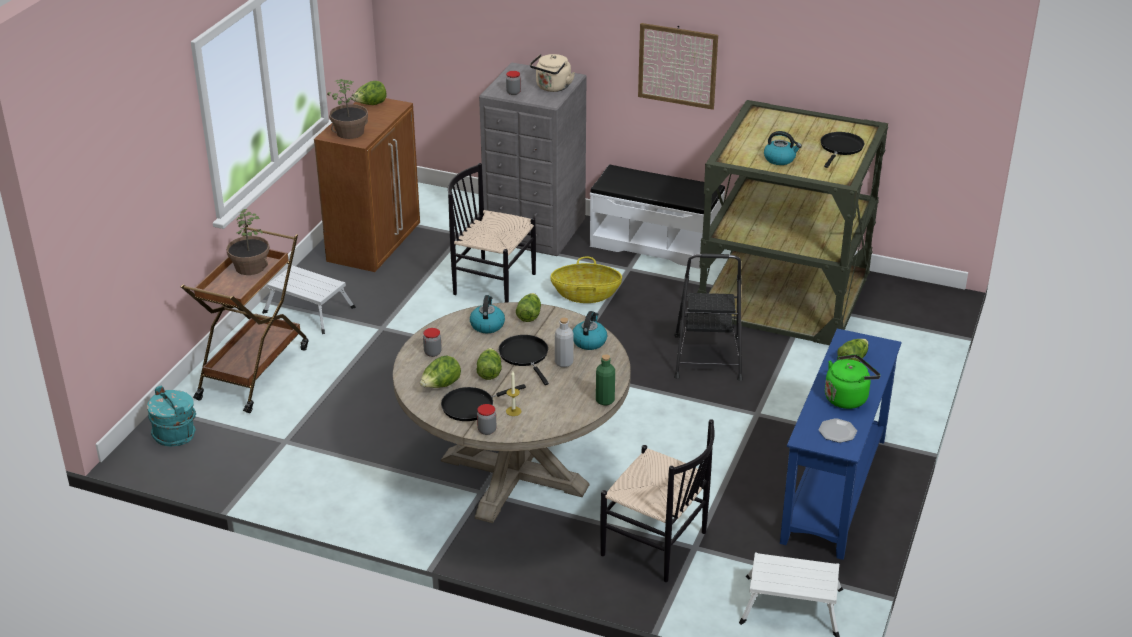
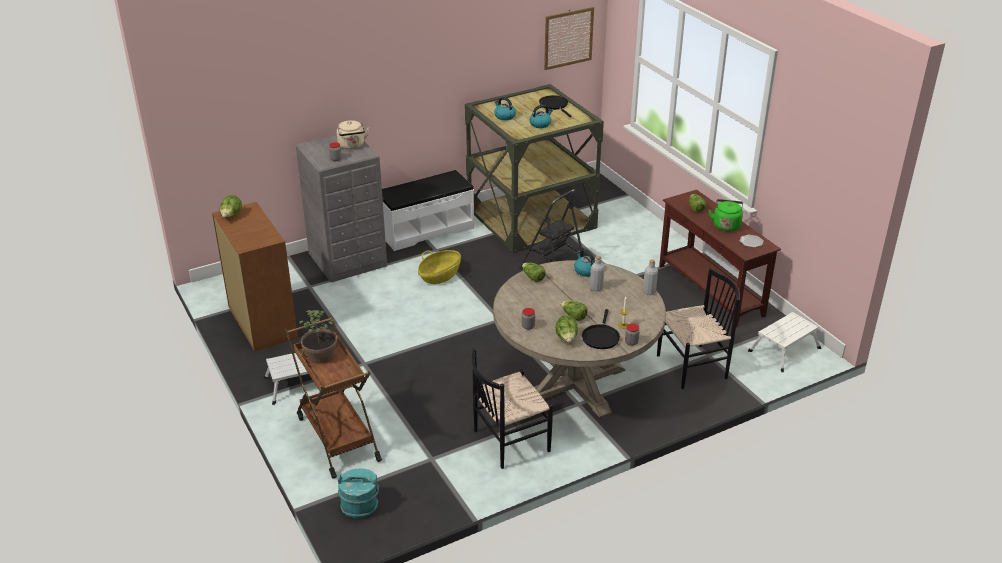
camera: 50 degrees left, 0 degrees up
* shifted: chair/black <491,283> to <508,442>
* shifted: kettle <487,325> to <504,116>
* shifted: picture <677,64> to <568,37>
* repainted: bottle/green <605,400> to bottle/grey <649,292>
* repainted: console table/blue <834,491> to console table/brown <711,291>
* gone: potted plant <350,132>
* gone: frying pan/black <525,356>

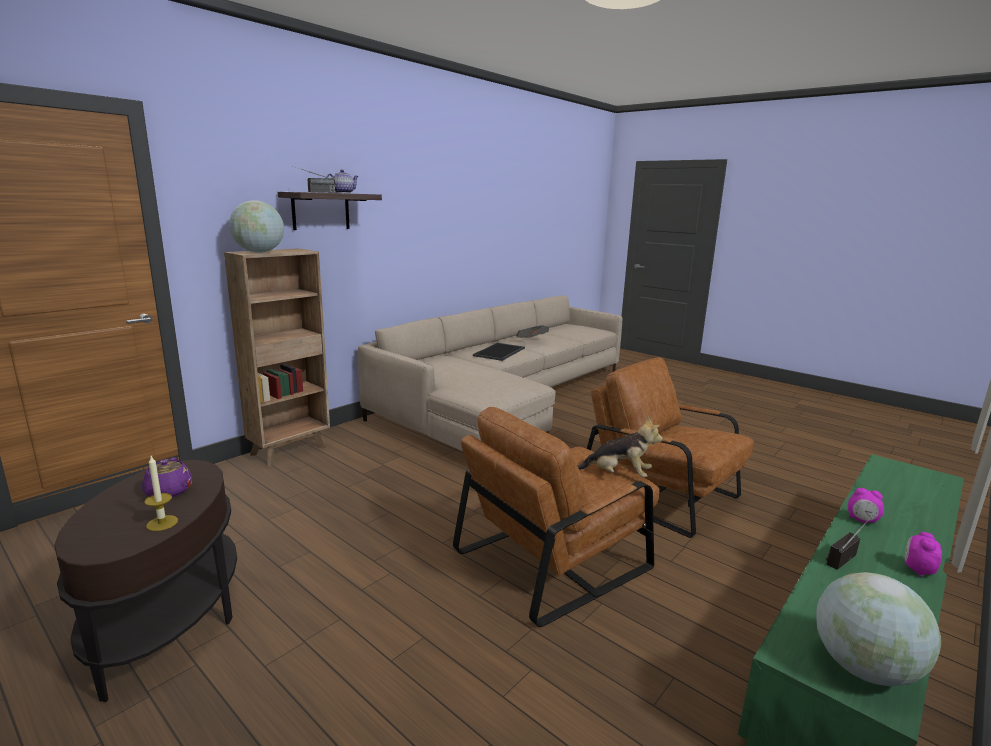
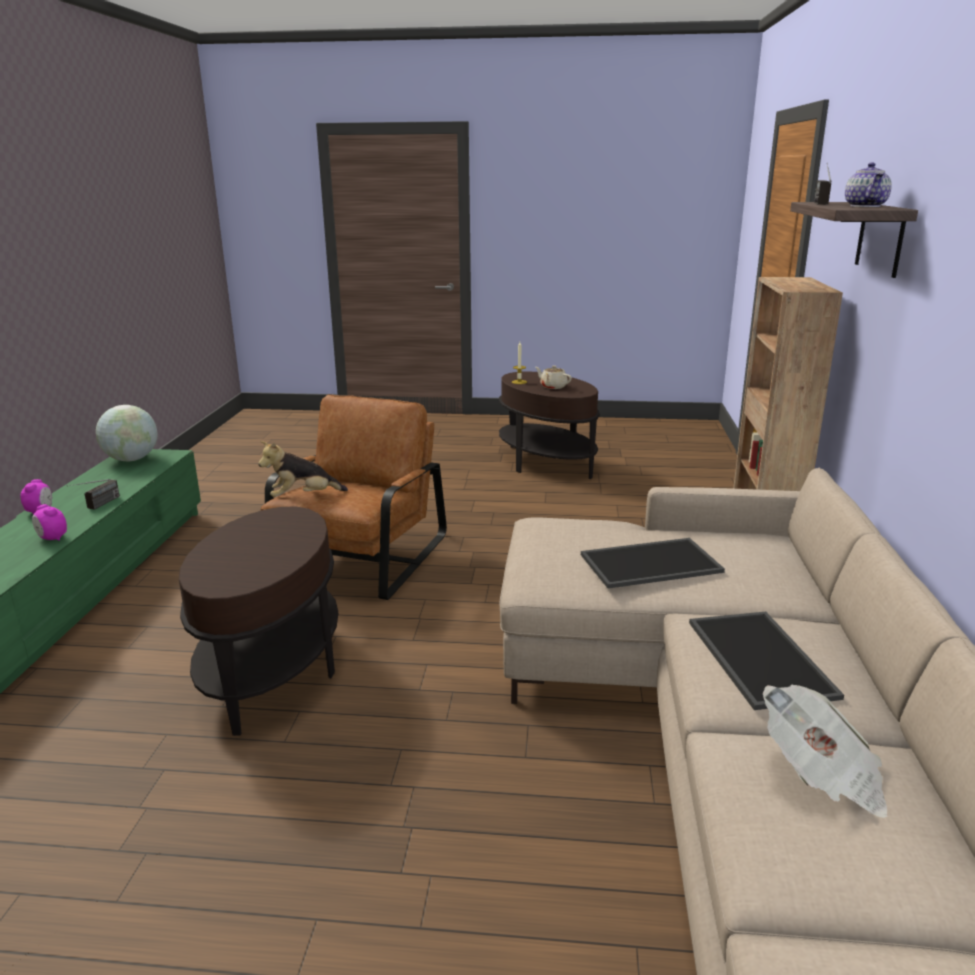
camera: 145 degrees right, 5 degrees up
* rotated: alarm clock <862,520> = <52,538> 135 degrees counterclockwise
* swapped: armchair/brown <662,493> to side table/brown <273,671>
* repainted: teapot/purple <168,492> to teapot/beige <553,386>
* new: tray <651,562>
* gone: globe <259,252>

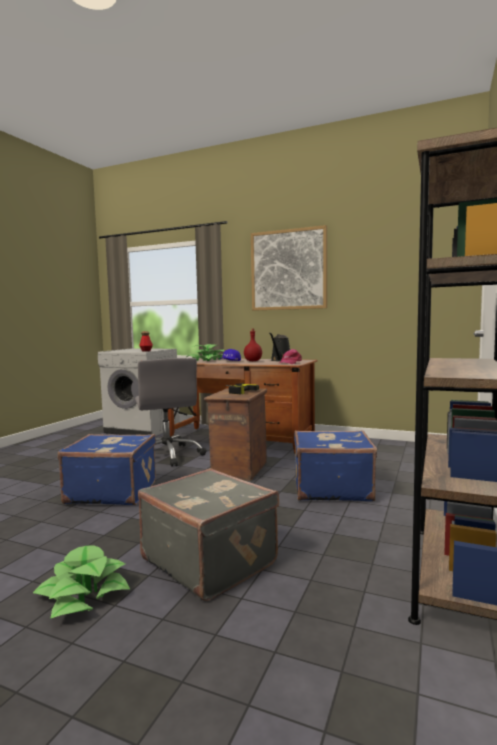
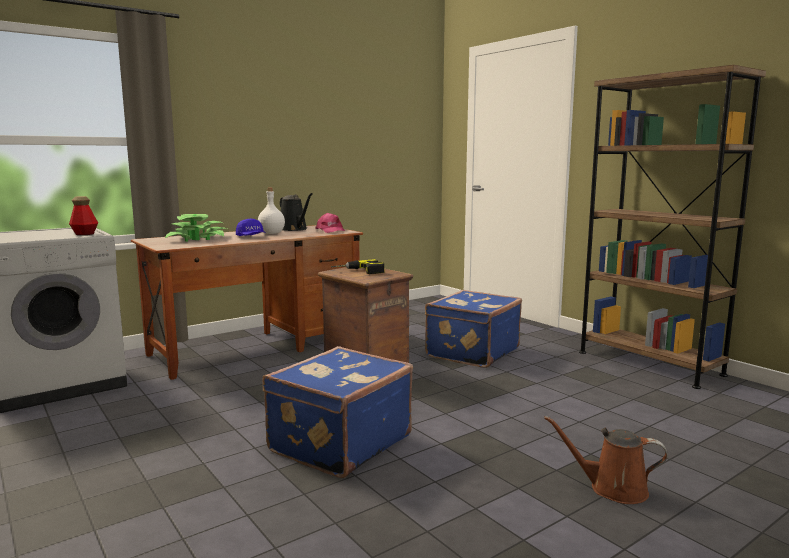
camera: 60 degrees left, 5 degrees up
* repainted: bottle/red <253,361> to bottle/white <272,233>
* swapped: potted plant <83,594> to watering can/brown <612,489>
* gone: office chair/grey <167,455>
* gone: suitcase/grey <210,560>
* gone: picture <288,270>

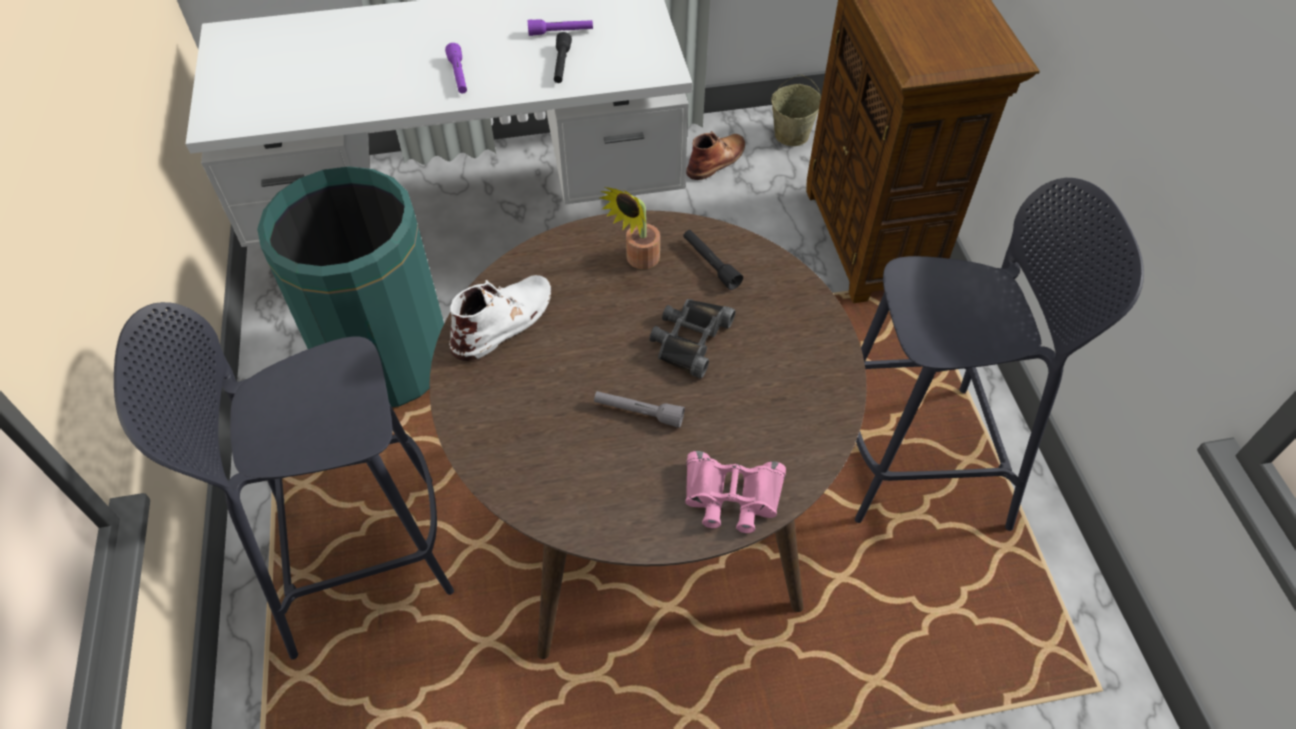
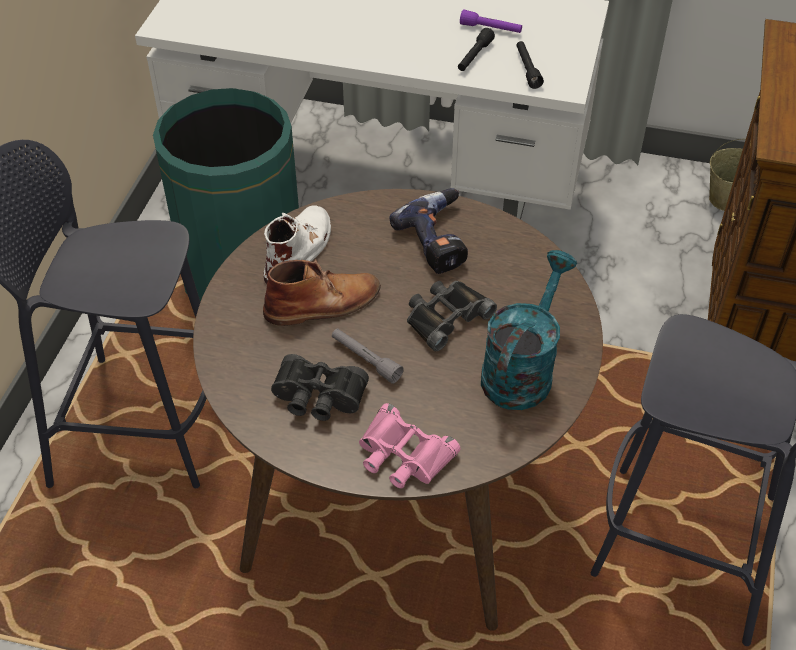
camera: 25 degrees right, 5 degrees down
* shifted: boot/brown <717,160> to <324,303>
* rotated: boot/white <504,321> = <299,250> 45 degrees counterclockwise
* new: binoculars/black <318,399>
* swapped: potted plant <638,261> to power drill <441,239>
* new: watering can/turquoise <521,369>
* shifted: flashlight/black <710,264> to <527,69>
* gone: flashlight/purple <459,75>

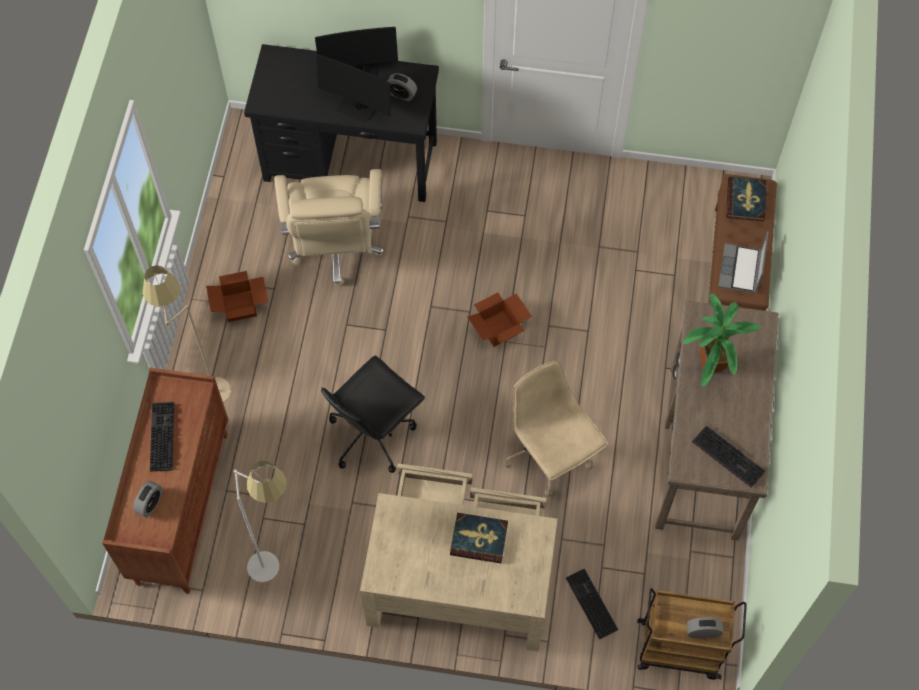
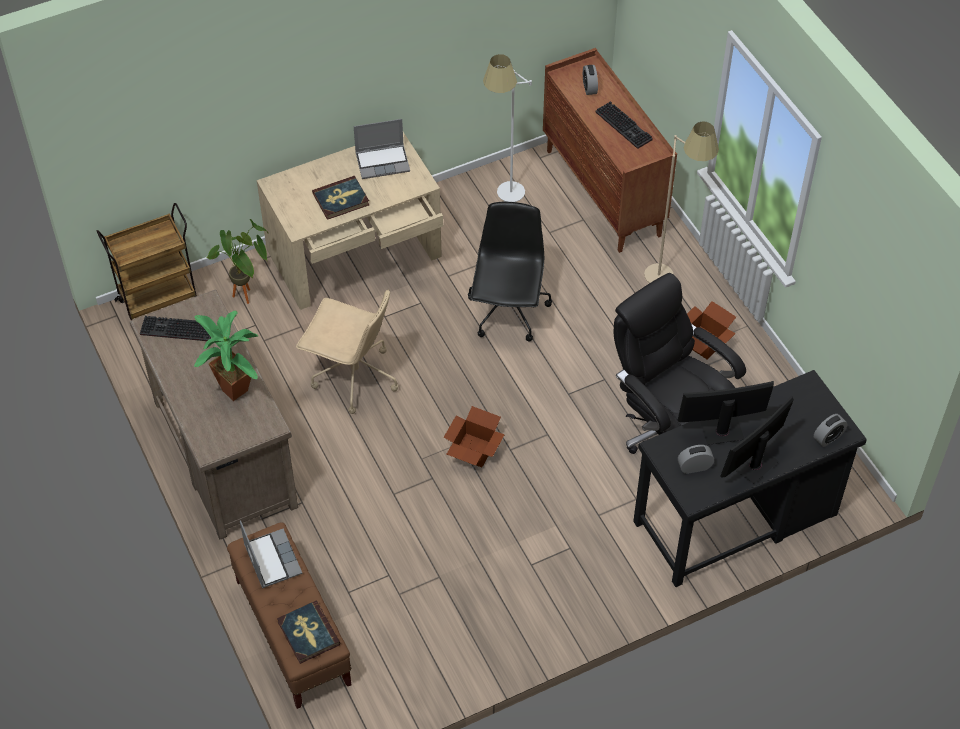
camera: 145 degrees right, 10 degrees down
* swapped: keyboard <589,603> to potted plant <248,297>
* new: laptop <383,162>
* repainted: office chair/beige <336,253> to office chair/black <668,430>
* shifted: alarm clock <703,632> to <828,437>

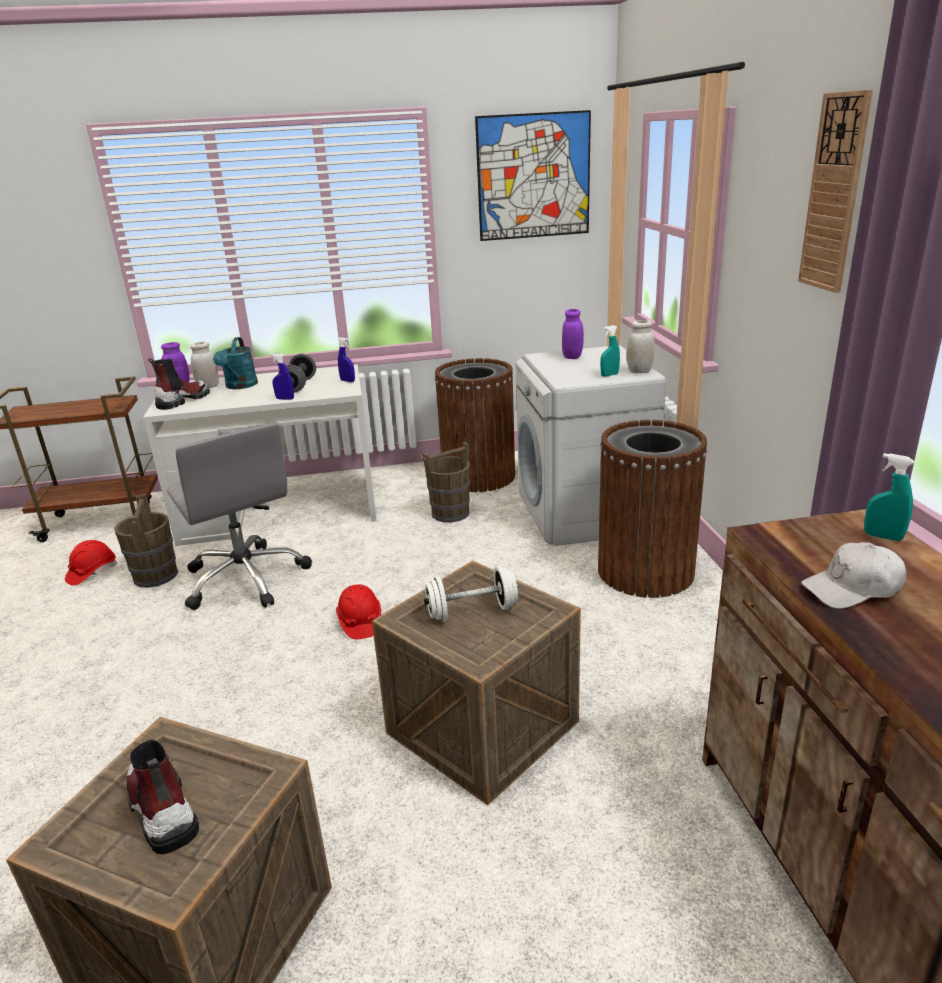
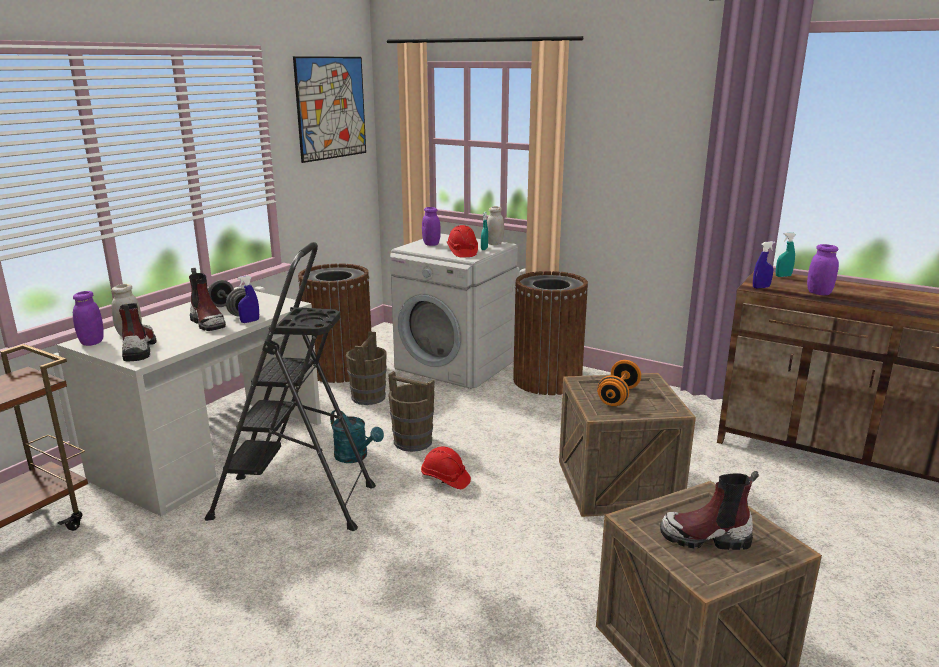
camera: 50 degrees left, 5 degrees down
* new: boot <208,323>
* swapped: office chair/grey <246,579> to step ladder <295,501>
* shifted: watering can/turquoise <240,386> to <355,457>
* shifted: bucket/brown <156,575> to <412,441>
* shifted: hard hat/red <92,572> to <462,252>
* repainted: dumbbell/white <472,611> to dumbbell/orange <618,396>
* shifted: spray bottle/blue <347,381> to <761,287>
* swapped: cap/white <853,589> to jar/purple <819,293>
* gone: wall clock <834,194>

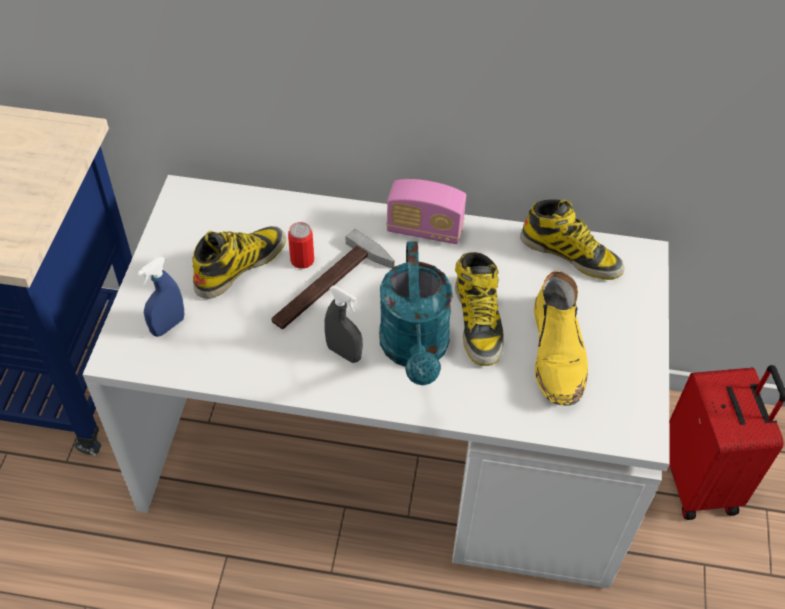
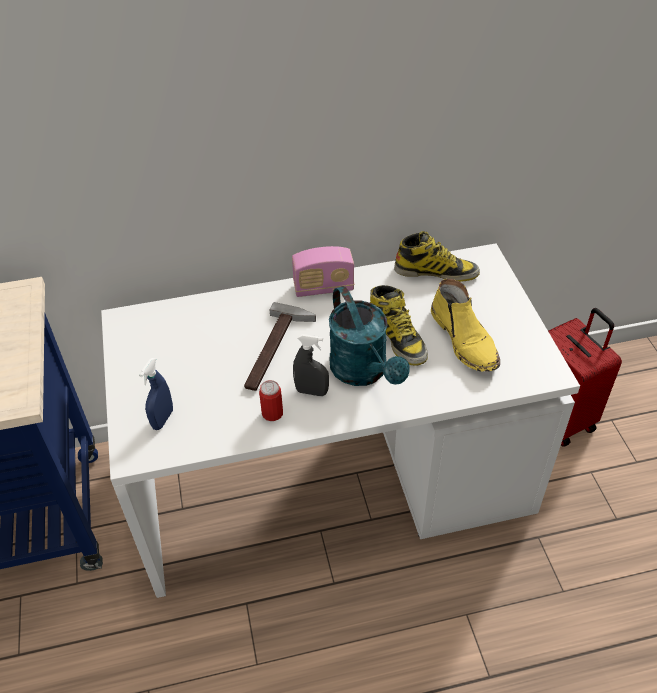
camera: 20 degrees left, 5 degrees down
* shifted: can <302,260> to <272,413>
* gone: boot <240,265>

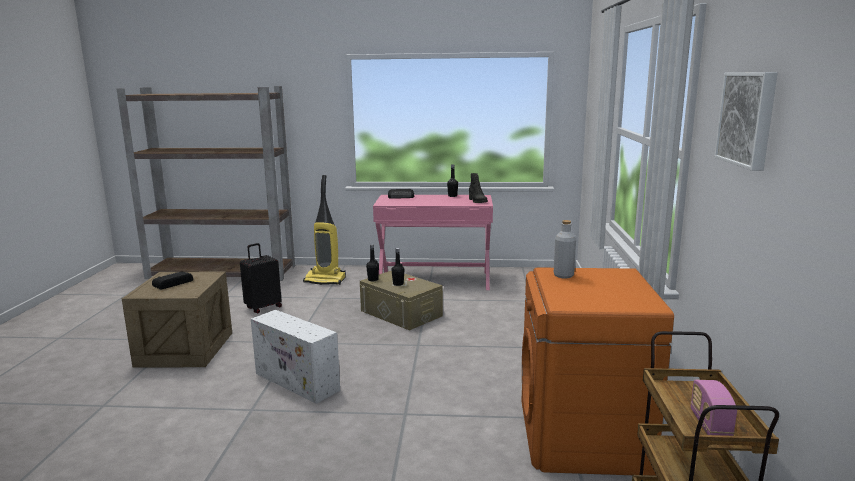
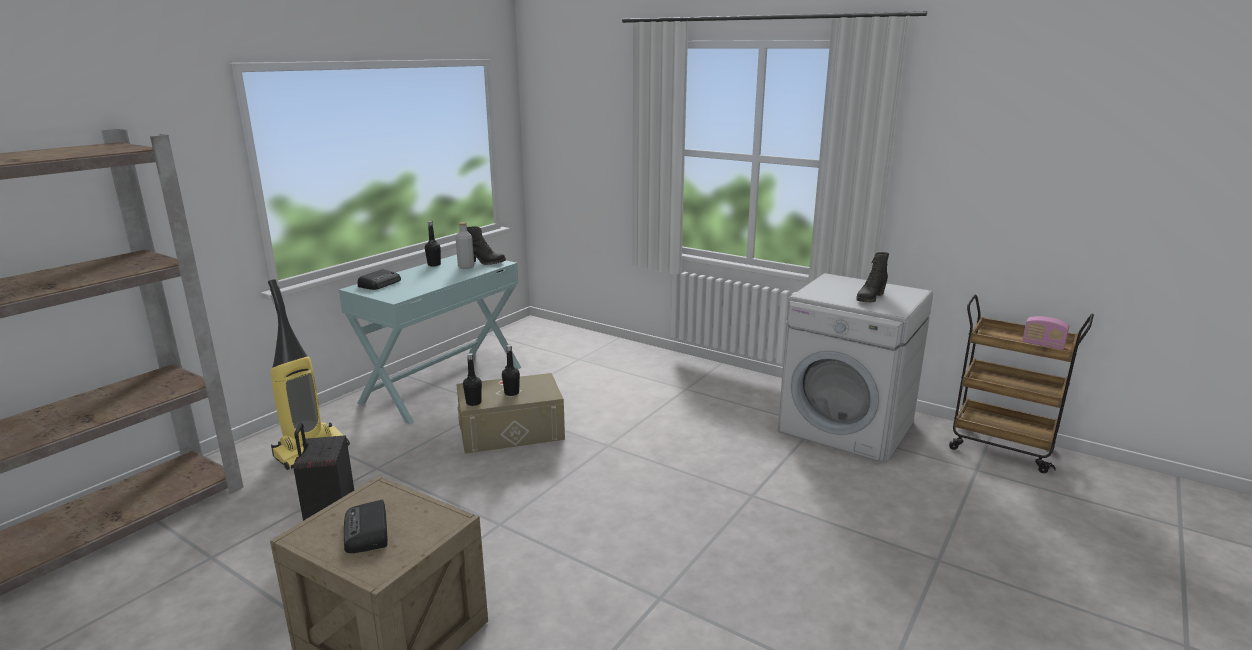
camera: 60 degrees left, 5 degrees up
* repainted: desk/pink <434,280> to desk/turquoise <443,384>
* shifted: bottle/grey <563,275> to <466,267>
* repainted: washing machine/orange <580,435> to washing machine/white <845,428>
* new: boot/black <870,298>
* gone: storage box/white <298,382>
* gone: picture <748,119>

